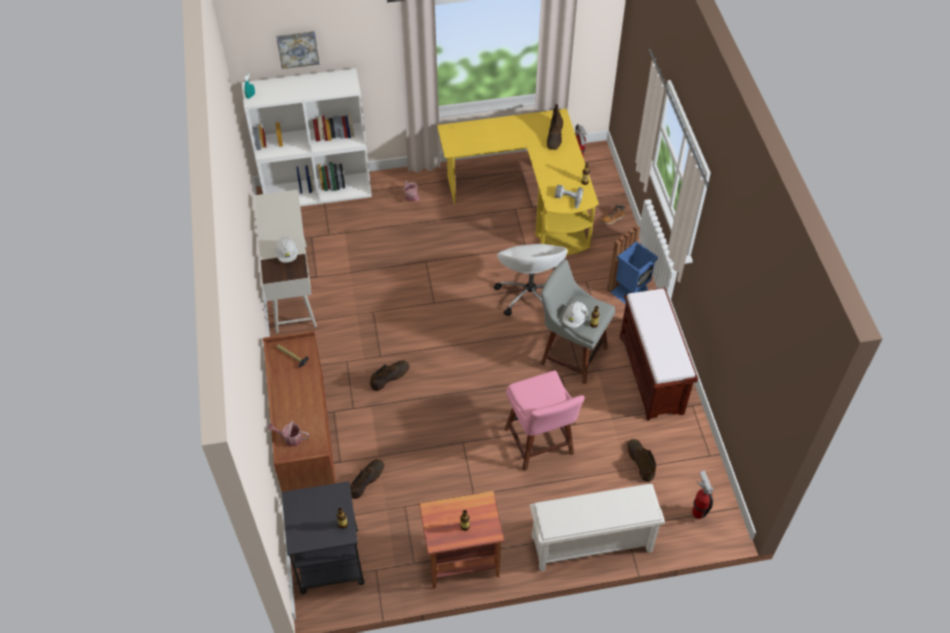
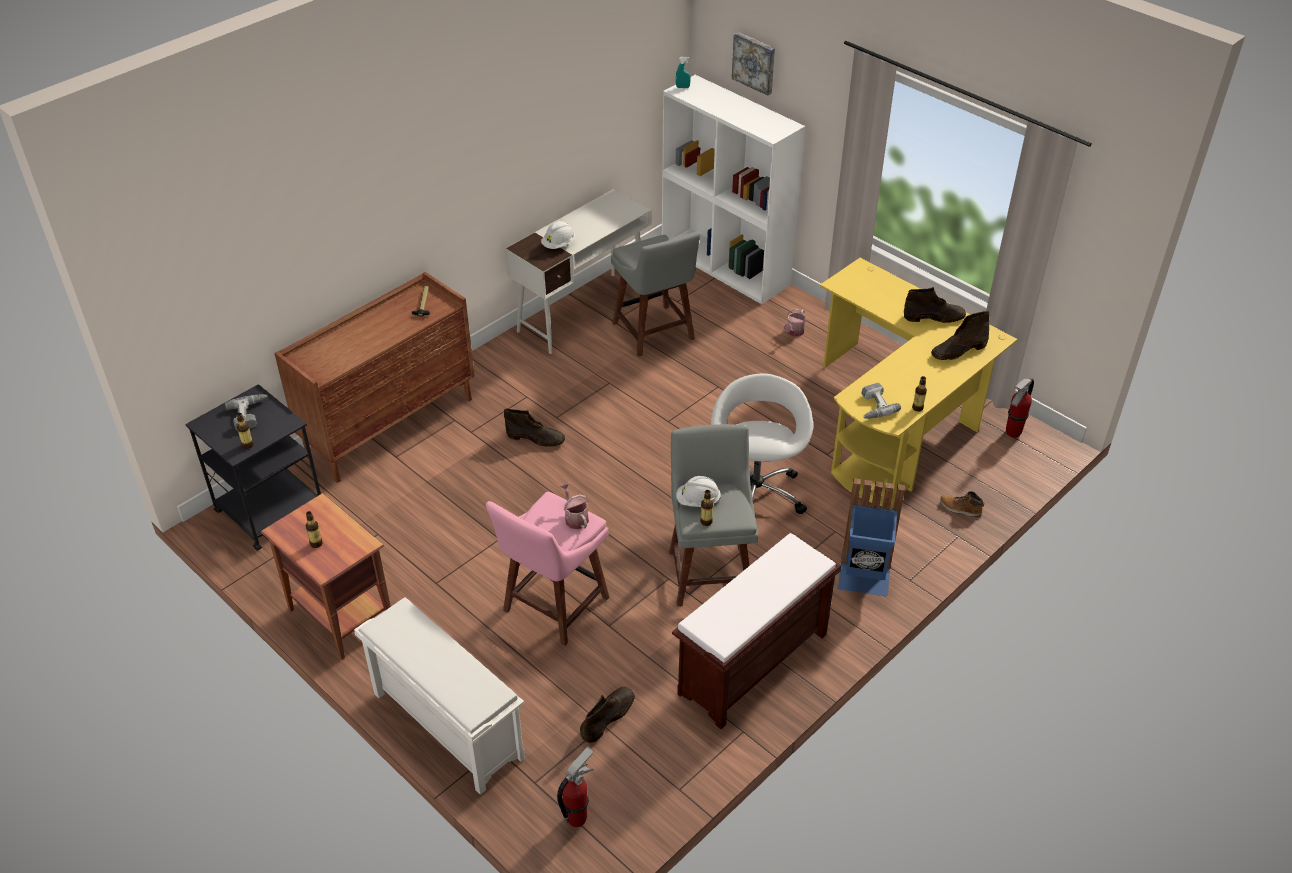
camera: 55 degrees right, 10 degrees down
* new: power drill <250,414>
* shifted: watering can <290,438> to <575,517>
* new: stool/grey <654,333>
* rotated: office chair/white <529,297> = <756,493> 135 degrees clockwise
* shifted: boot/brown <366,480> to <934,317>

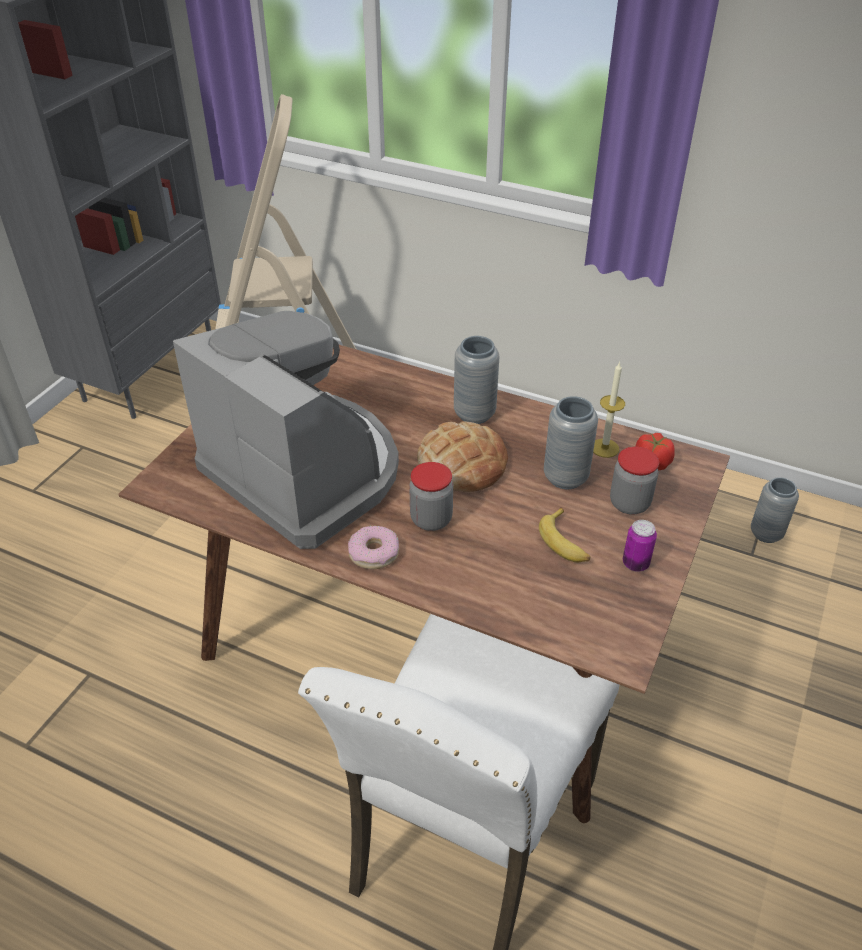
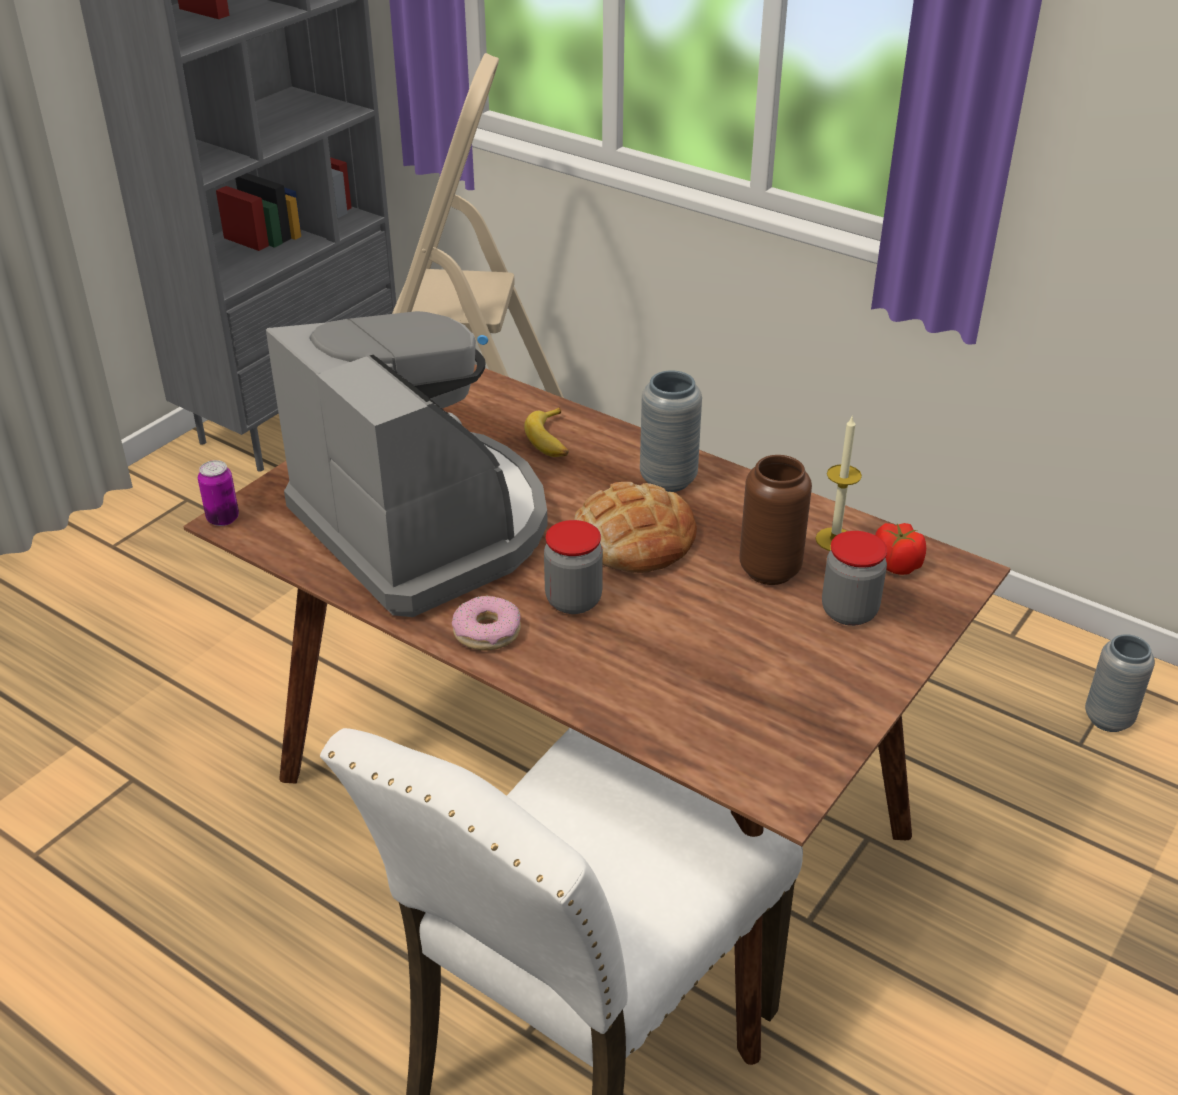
camera: 10 degrees right, 5 degrees down
* shifted: can <635,563> to <223,518>
* shifted: banana <565,542> to <551,440>
* repainted: vase/grey <565,477> to vase/brown <769,570>

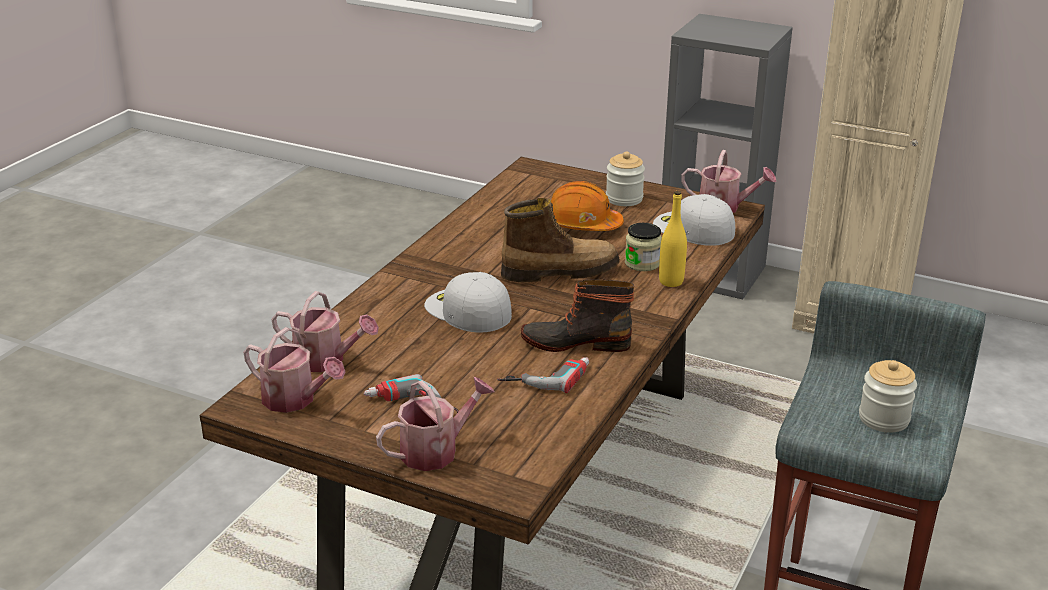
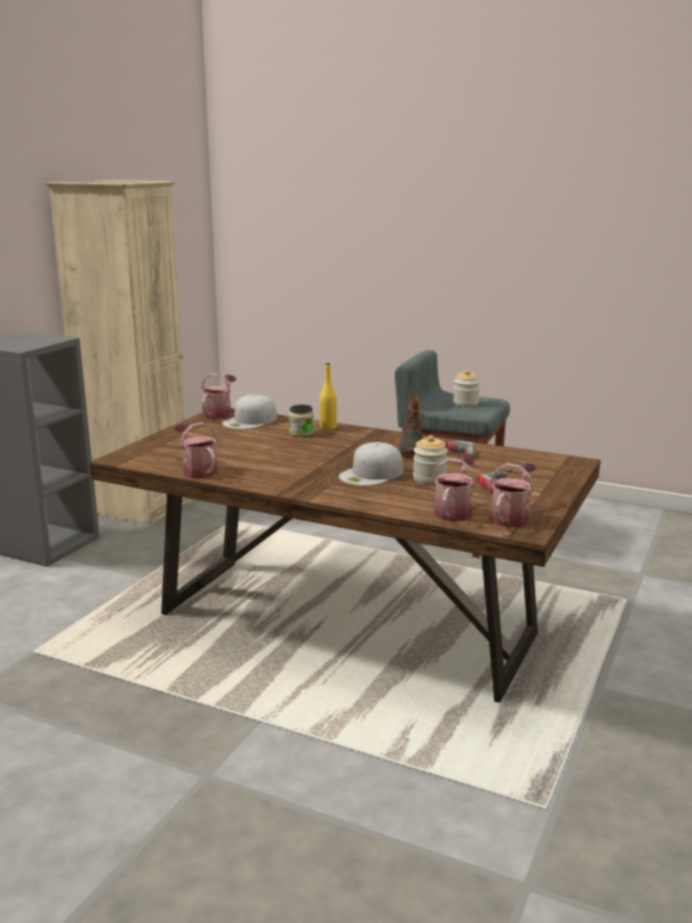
camera: 90 degrees left, 10 degrees down
* shifted: watering can <436,450> to <198,470>
* shifted: jar <624,199> to <429,479>
* gone: boot <559,271>
* gone: hard hat/orange <582,225>

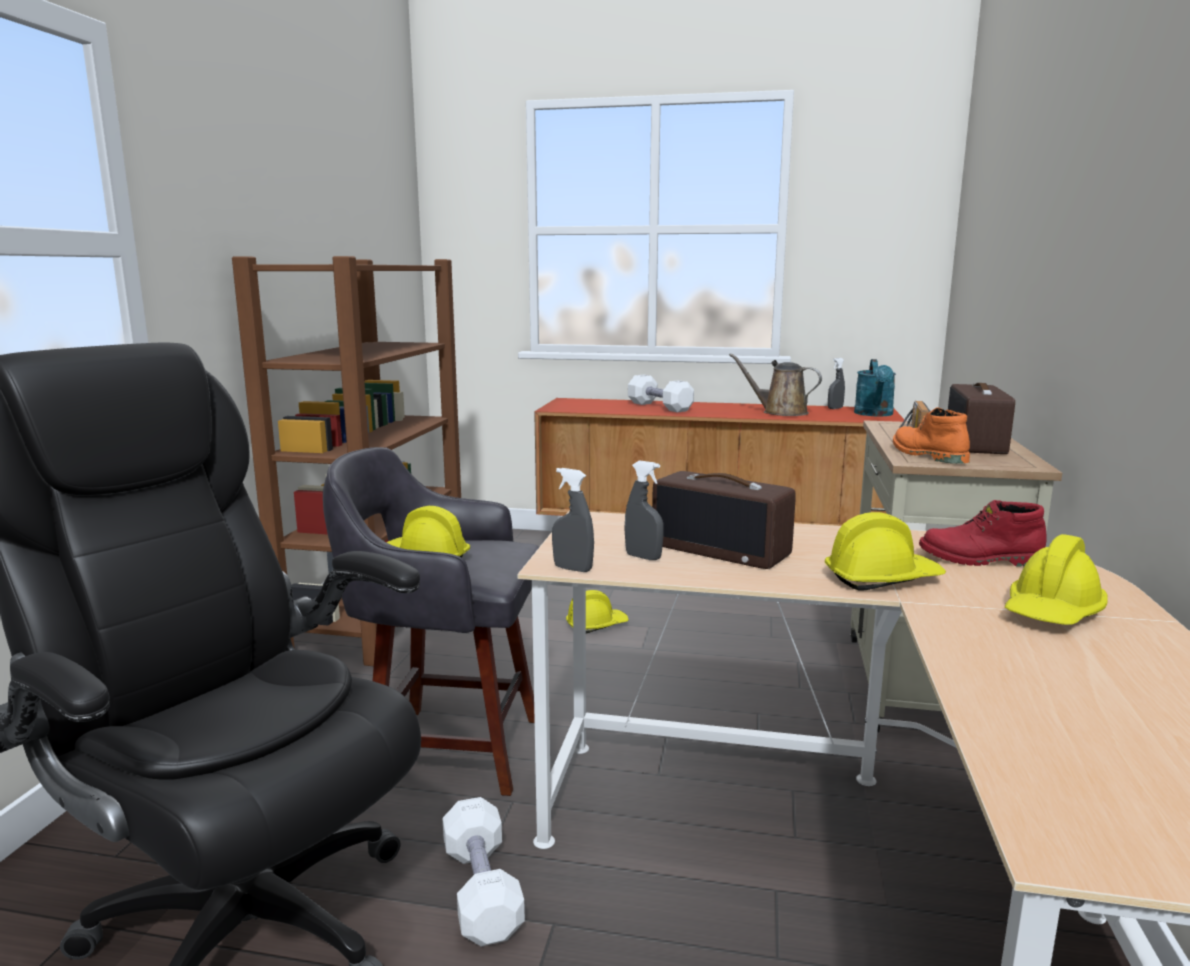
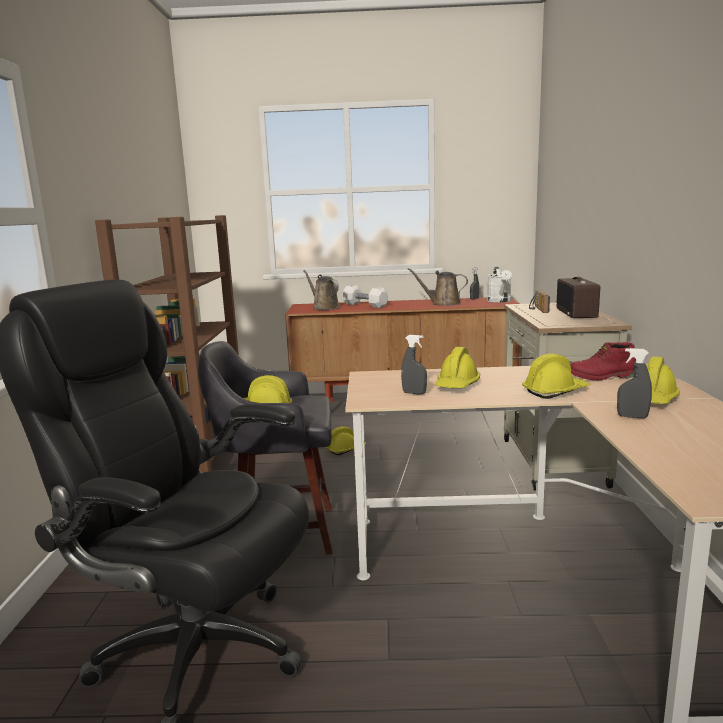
camera: 10 degrees left, 0 degrees up
* new: watering can/brown <324,308>
* swapped: radio <722,550> to hard hat/yellow <457,385>
* repainted: watering can/turquoise <874,414> to watering can/white <500,301>
* shifted: spray bottle/grey <573,569> to <632,416>
* gone: dumbbell/white <481,891>
* gone: boot/orange <927,455>

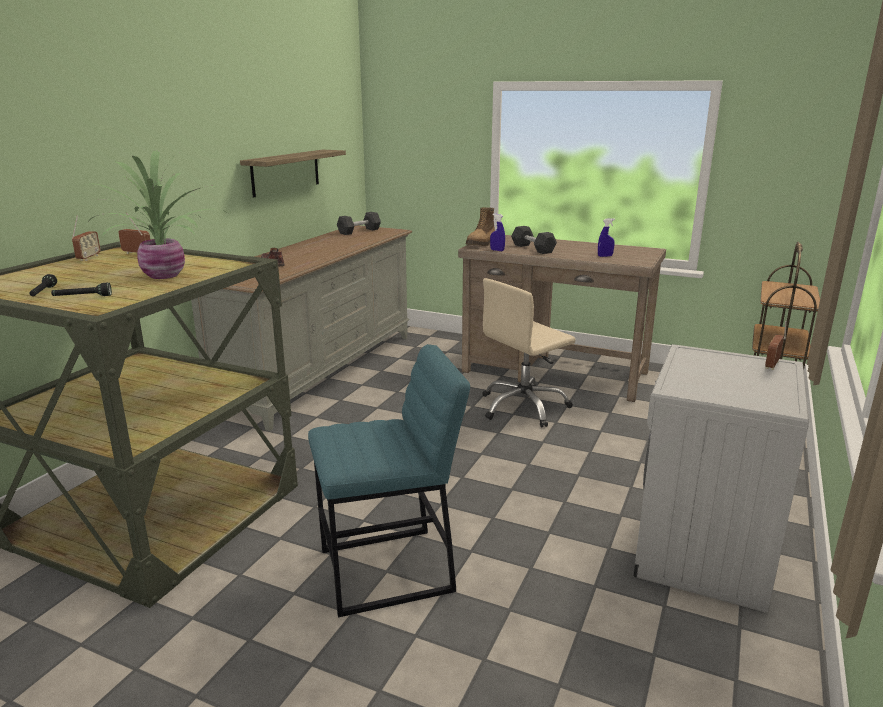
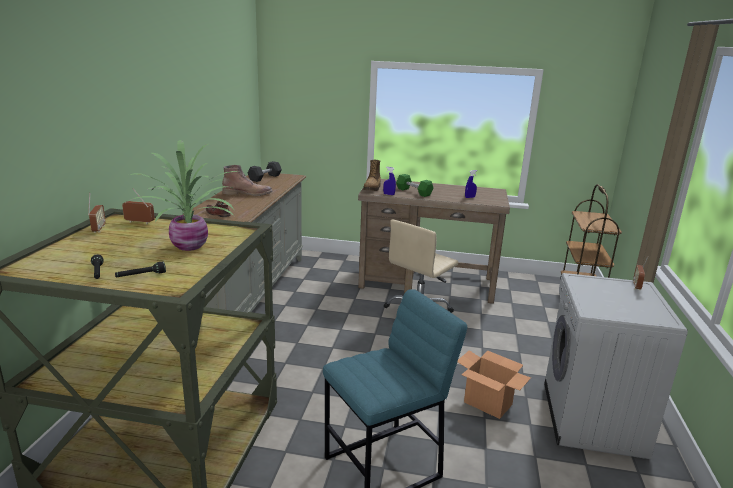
camera: 15 degrees left, 0 degrees up
* new: boot/brown <248,194>
* repainted: dumbbell/grey <533,248> to dumbbell/green <414,192>
* new: cardboard box <488,403>
* gone: shelf <286,172>

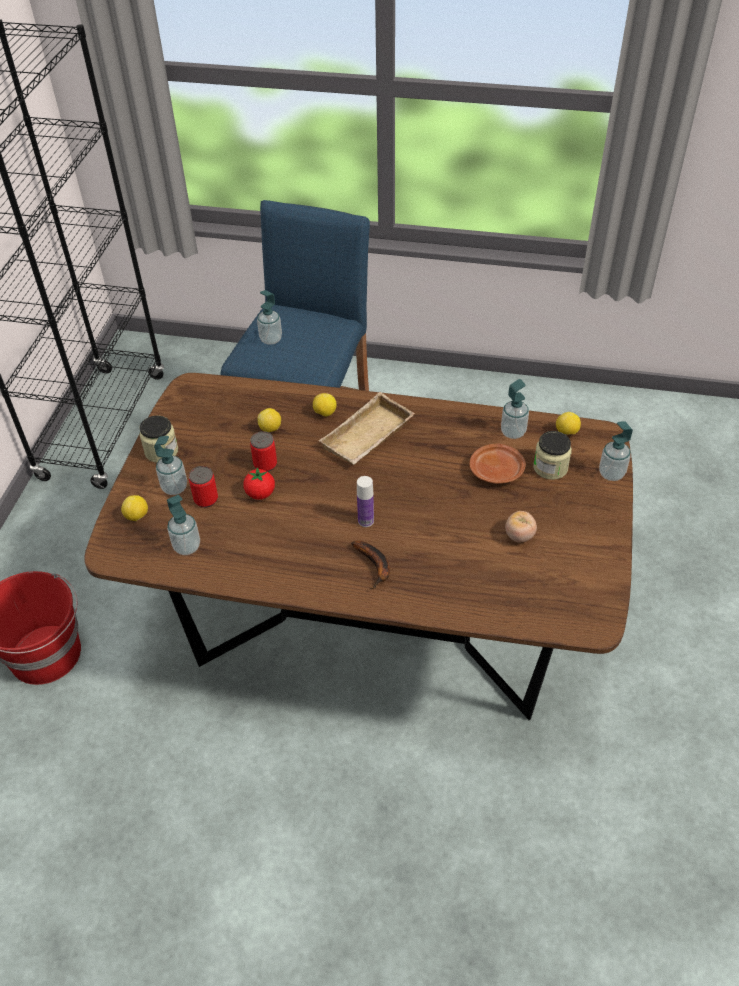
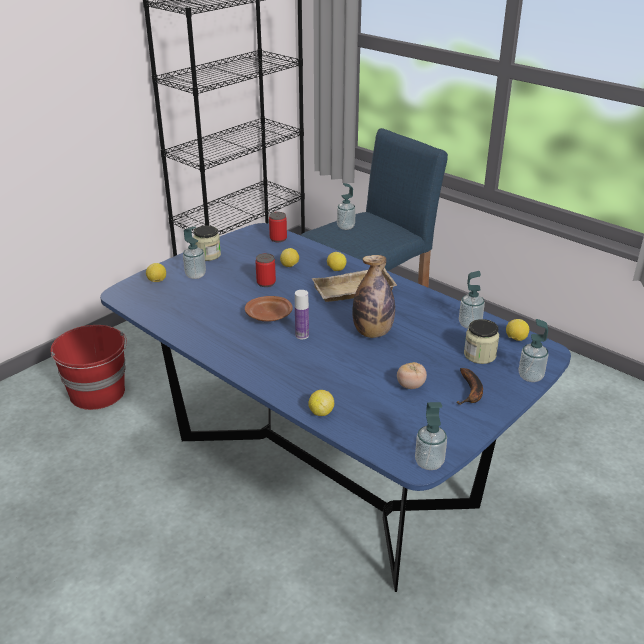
camera: 30 degrees right, 15 degrees down
* repainted: dining table/brown <374,628> to dining table/blue <323,472>
* shifted: plate/brown <497,471> to <269,316>
* shifted: can <206,499> to <278,238>
* new: lemon <321,412>
* new: bottle <372,333>
* shifted: soap dispenser <187,546> to <429,462>
* shifted: banana <375,566> to <471,392>
* gone: tomato <260,494>

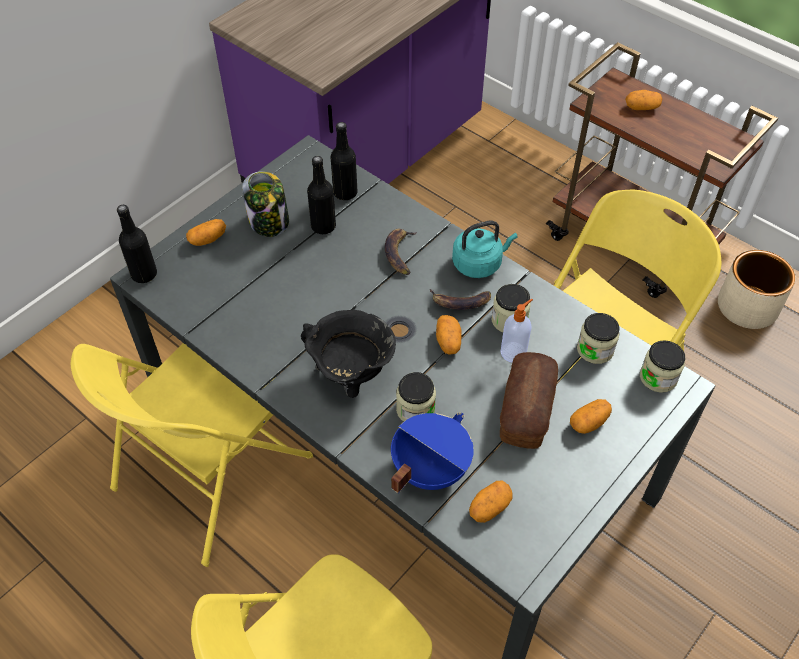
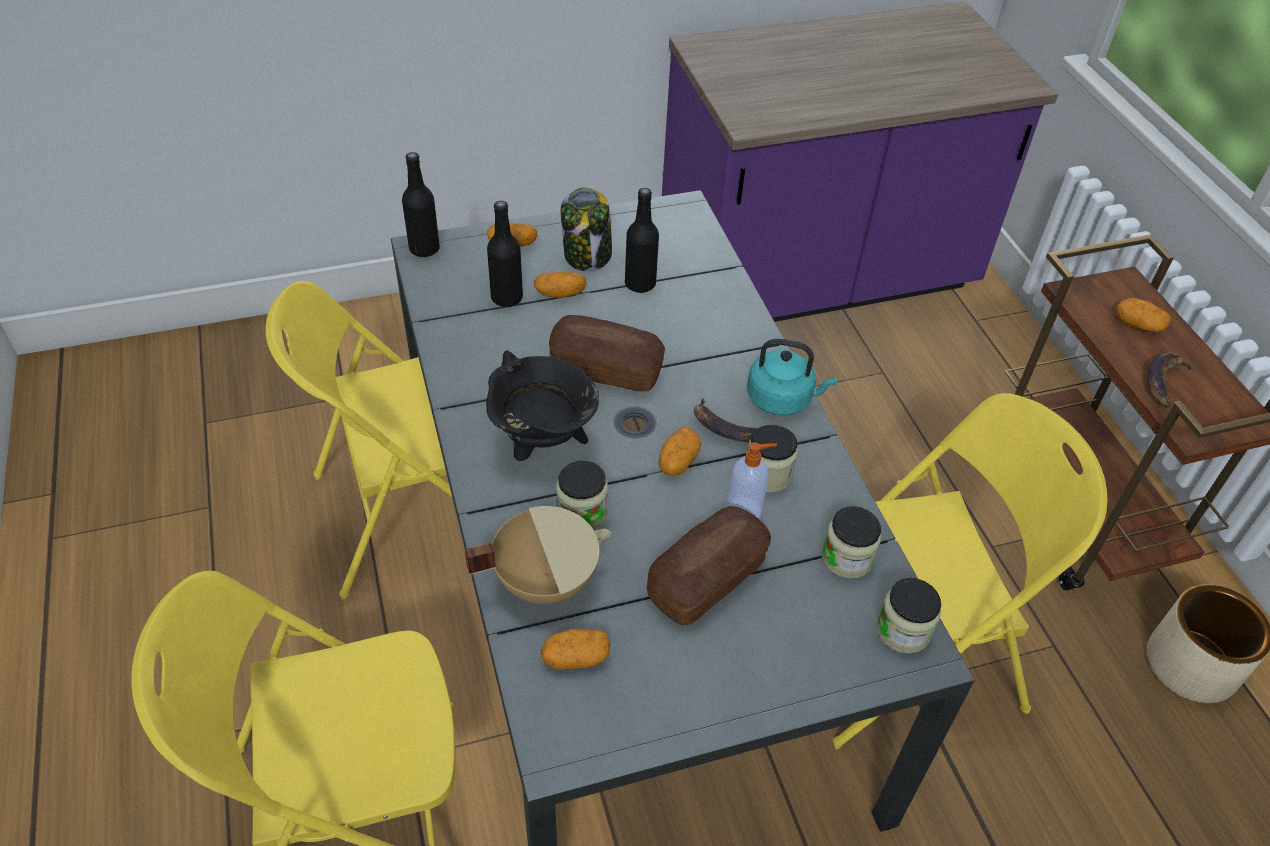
camera: 30 degrees right, 5 degrees down
* repainted: cooking pot/blue <429,468> to cooking pot/beige <544,579>
* shifted: bottle/black <345,193> to <507,298>
* shifted: potato <589,422> to <560,293>
* new: bread <606,369>
* shifted: banana <400,253> to <1164,382>

